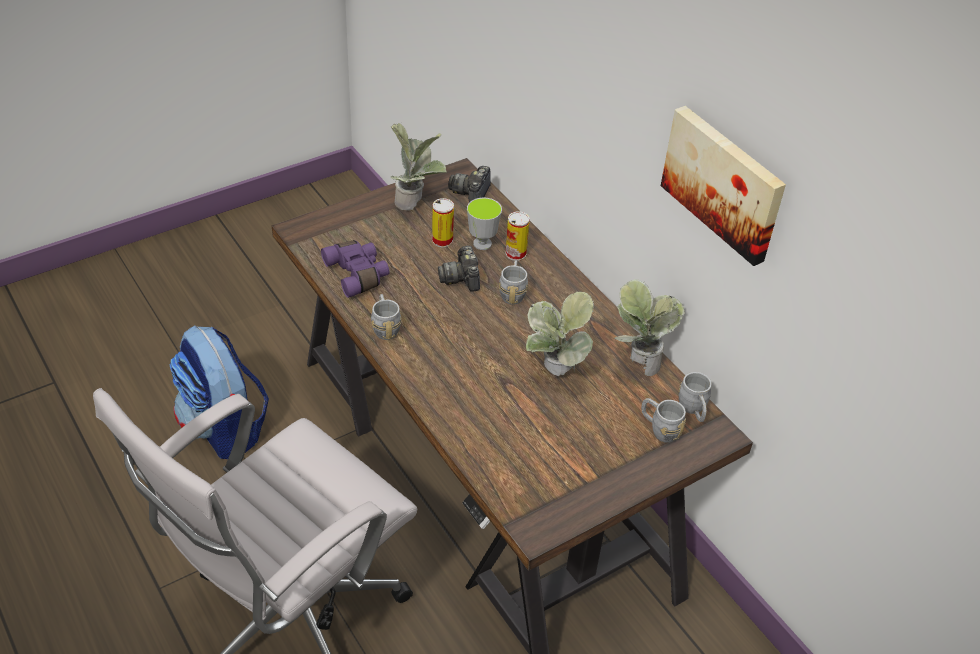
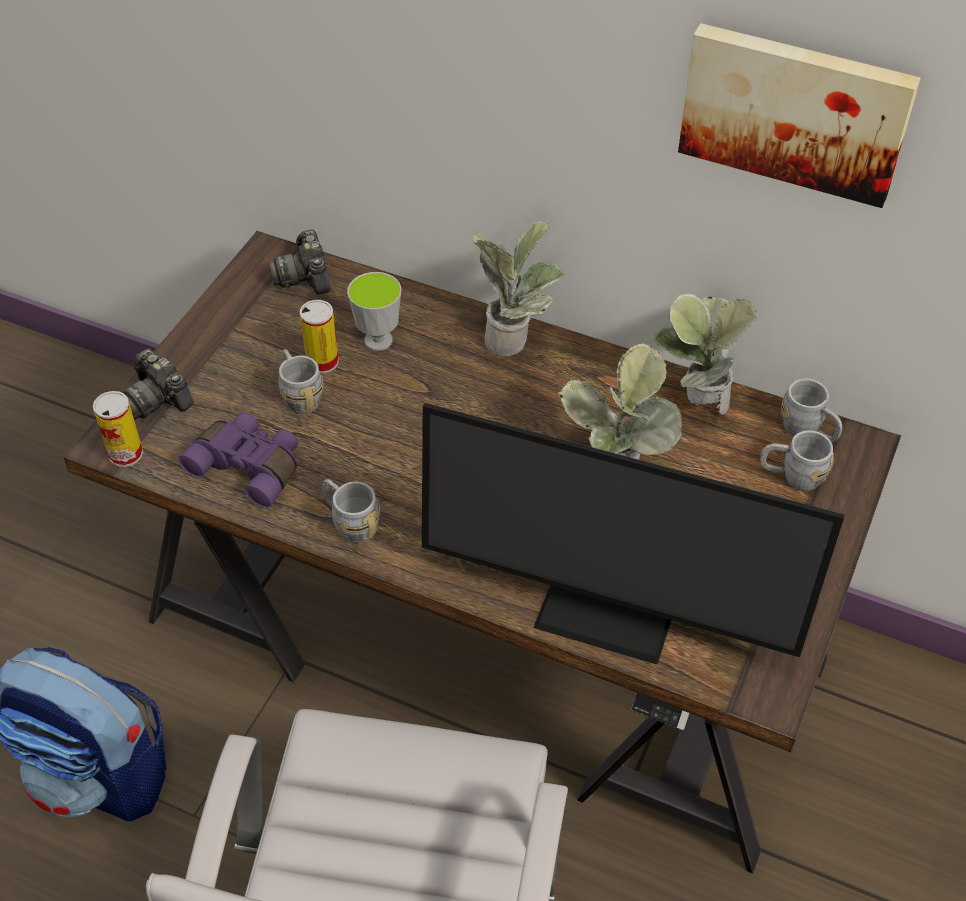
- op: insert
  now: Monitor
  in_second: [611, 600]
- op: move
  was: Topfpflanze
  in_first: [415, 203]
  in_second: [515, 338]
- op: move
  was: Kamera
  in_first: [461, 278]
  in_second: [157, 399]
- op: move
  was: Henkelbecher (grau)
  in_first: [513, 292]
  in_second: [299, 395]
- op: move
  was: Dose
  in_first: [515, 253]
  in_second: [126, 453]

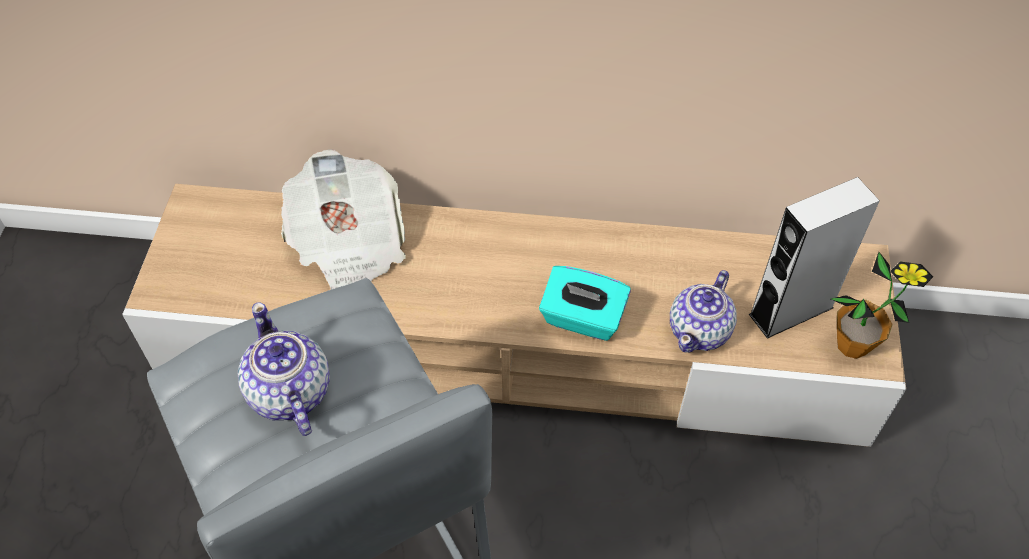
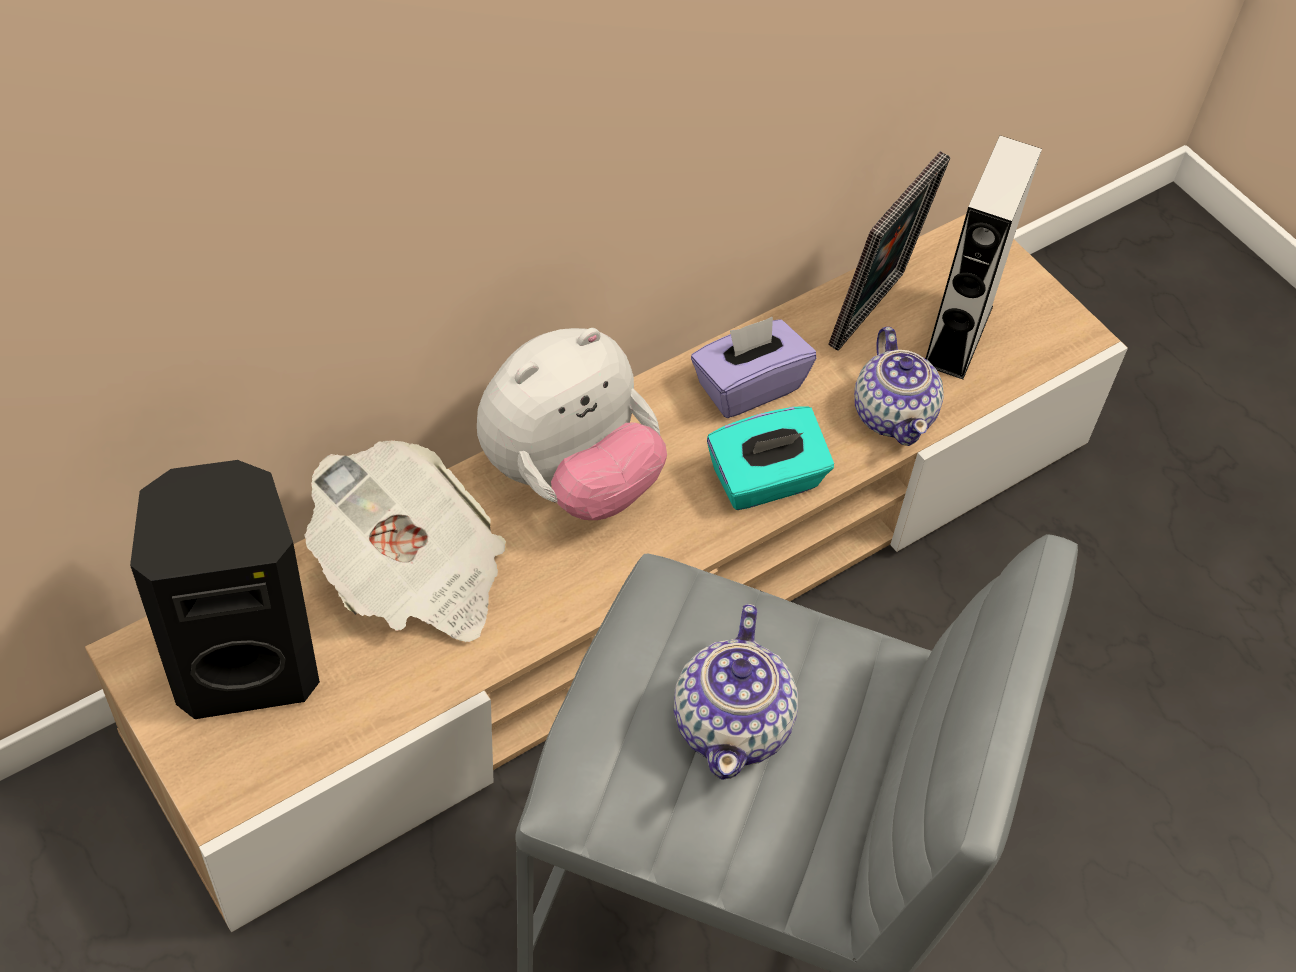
- op: delete
  was: Topfpflanze
  in_first: [852, 345]
- op: insert
  now: Lautsprecher (schwarz)
  in_second: [246, 662]
- op: insert
  now: Plüschtier
  in_second: [569, 477]
- op: insert
  now: Taschentuchbox (lila)
  in_second: [748, 386]
- op: insert
  now: Bilderrahmen
  in_second: [873, 313]
- op: rotate
  was: Teekanne
  in_first: [289, 393]
  in_second: [733, 724]
  clockwise: -105

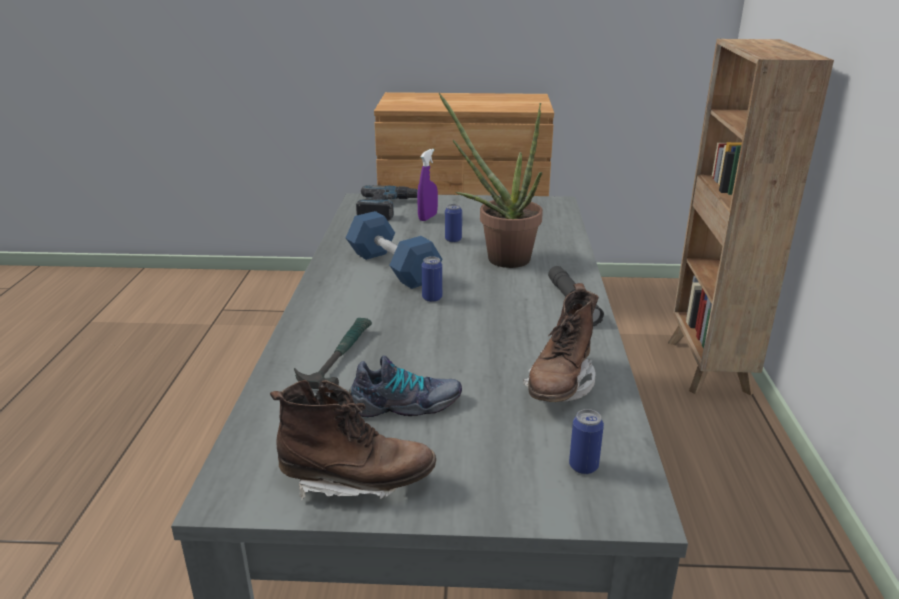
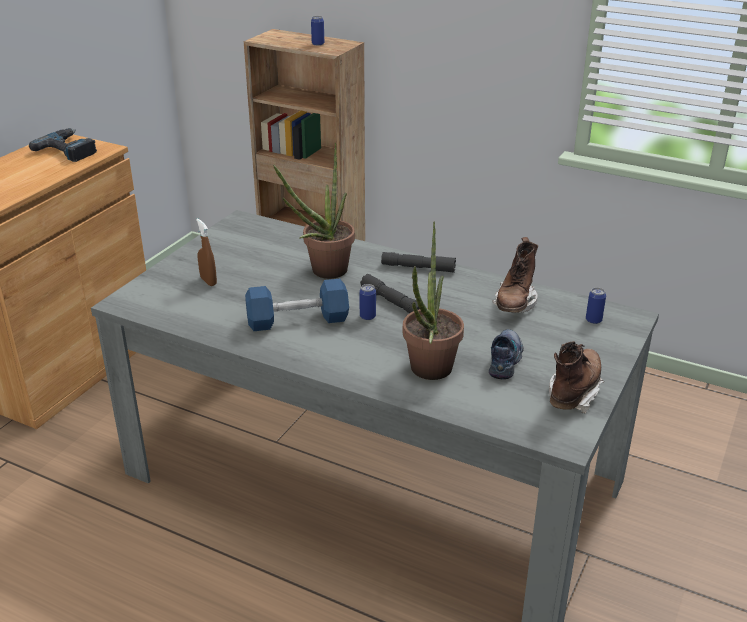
- op: insert
  now: Taschenlampe (grau)
  in_second: [392, 302]
- op: move
  was: Bohrmaschine
  in_first: [387, 208]
  in_second: [70, 150]
- op: move
  was: Dose
  in_first: [453, 239]
  in_second: [318, 44]
- op: replace
  was: Hammer
  now: Topfpflanze
  in_first: [338, 357]
  in_second: [428, 373]
- op: recolor
  was: Sprühflasche (lila)
  now: Sprühflasche (braun)
  in_first: [427, 217]
  in_second: [208, 281]
- op: rotate
  was: Stiefel (braun)
  in_first: [560, 385]
  in_second: [515, 303]
  clockwise: 60

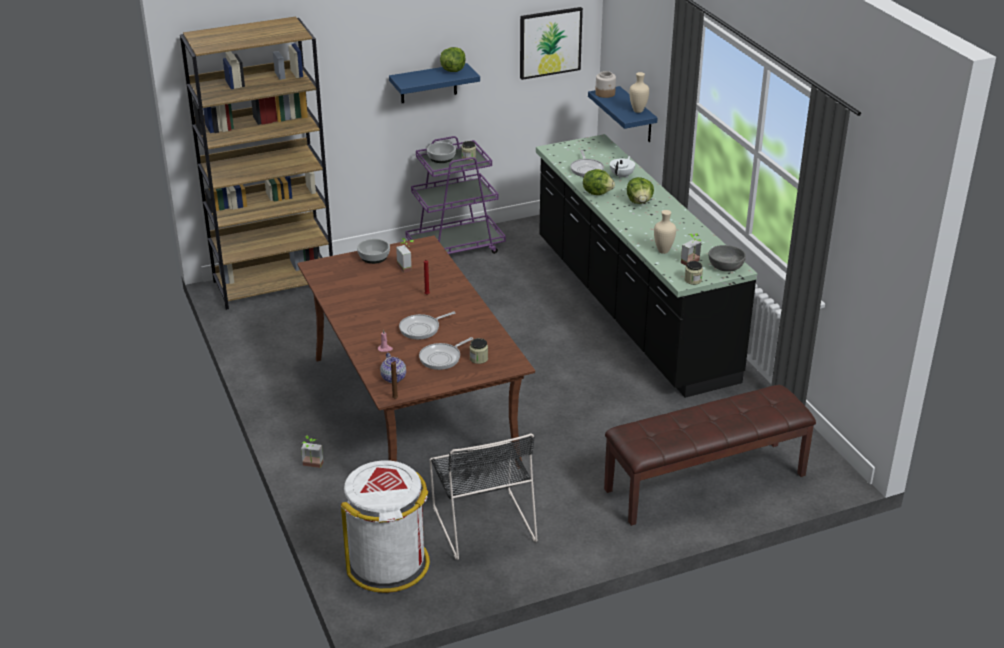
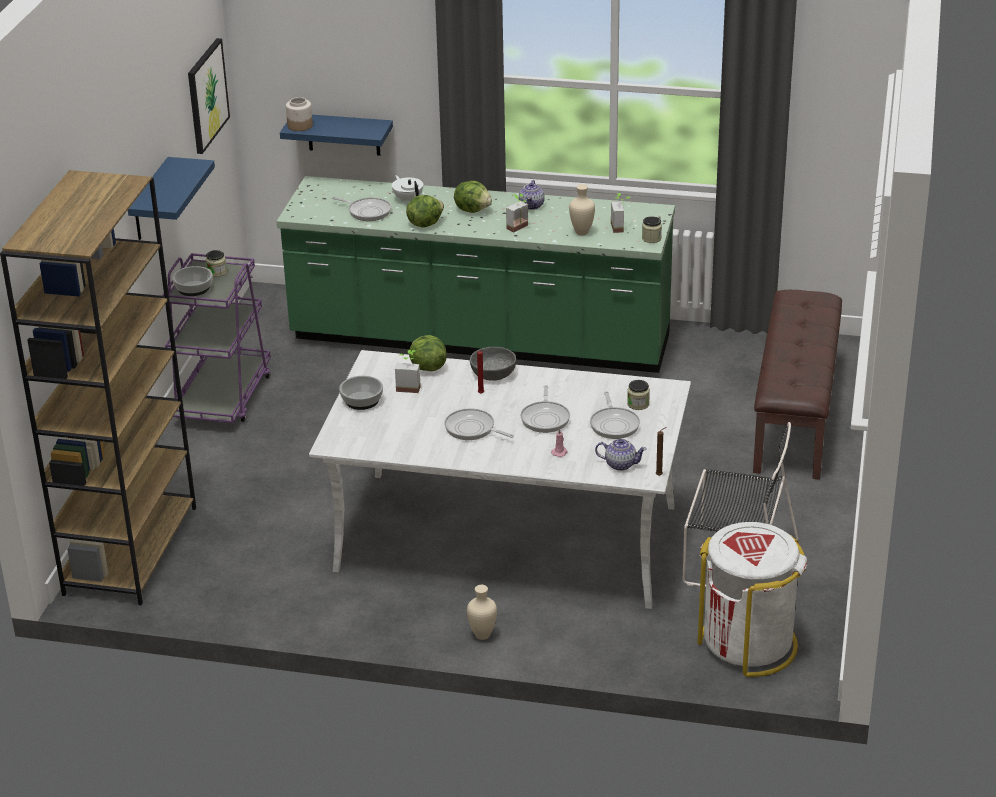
- op: insert
  now: Pfanne
  in_second: [472, 429]
- op: insert
  now: Teekanne
  in_second: [532, 205]
- op: move
  was: Topfpflanze
  in_first: [312, 466]
  in_second: [520, 228]
- op: move
  was: Salatkopf
  in_first: [453, 70]
  in_second: [427, 367]
- op: move
  was: Vase (beige)
  in_first: [637, 111]
  in_second: [482, 636]
- op: move
  was: Schüssel (grau)
  in_first: [725, 266]
  in_second: [493, 373]
- op: recolor
  was: Esstisch (braun)
  now: Esstisch (weiß)
  in_first: [414, 410]
  in_second: [508, 538]
- op: recolor
  was: Küchenzeile (schwarz)
  now: Küchenzeile (grün)
  in_first: [631, 309]
  in_second: [480, 341]

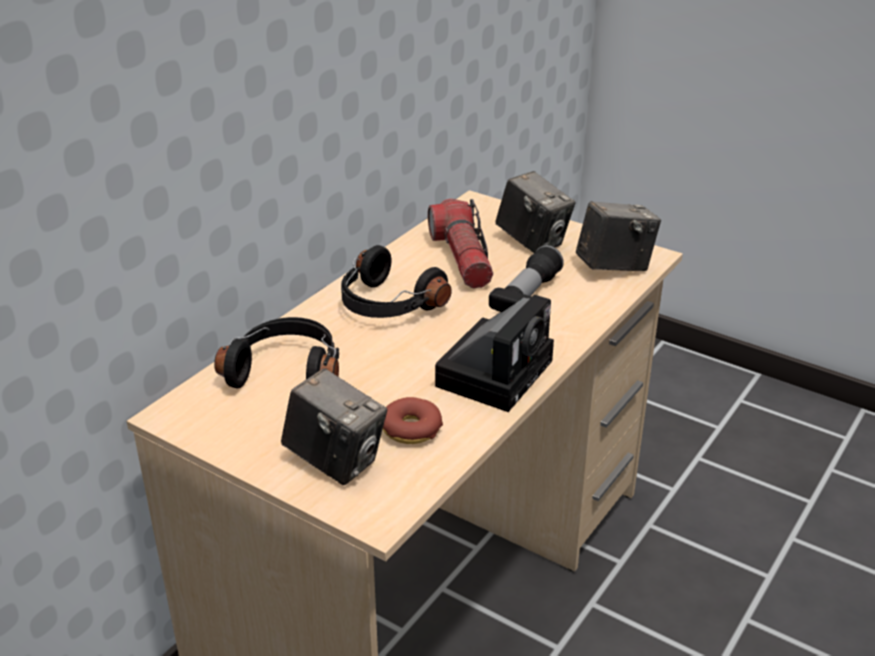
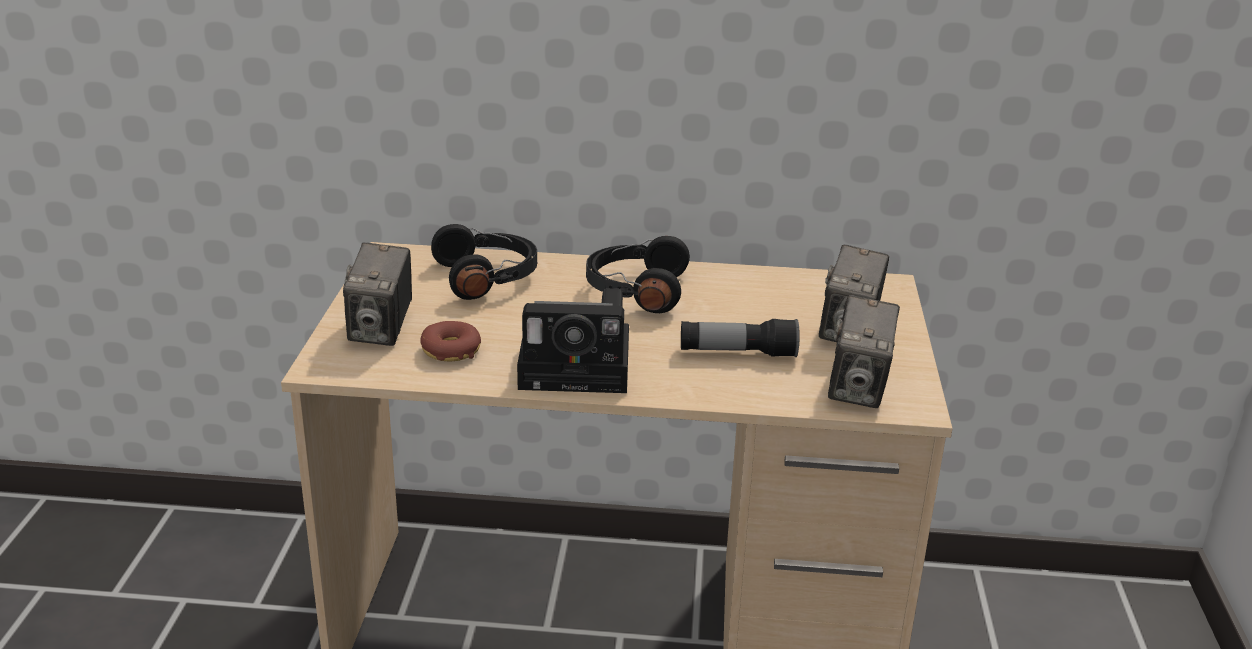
- op: delete
  was: Taschenlampe
  in_first: [462, 258]
- op: rotate
  was: Kamera
  in_first: [614, 266]
  in_second: [858, 389]
  clockwise: 60

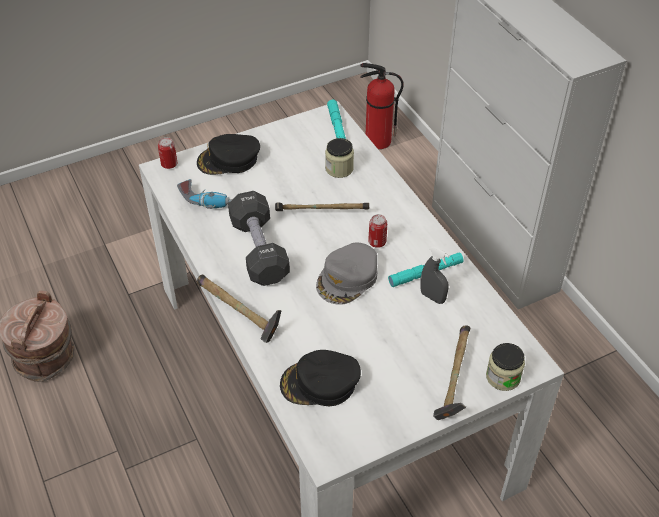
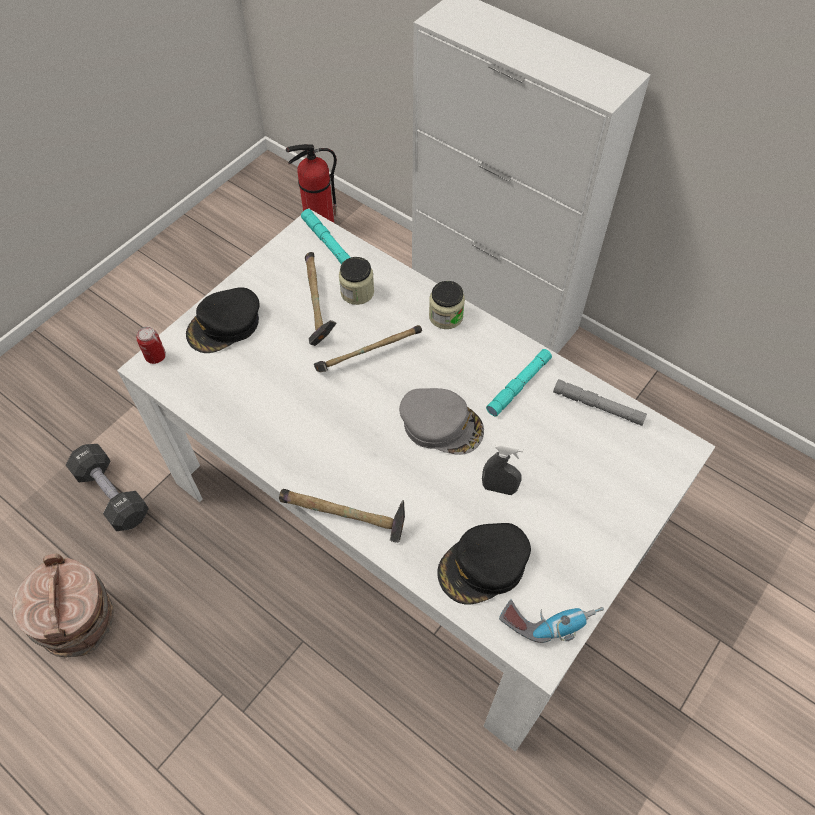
- op: delete
  was: Dose
  in_first: [377, 242]
- op: insert
  now: Taschenlampe (grau)
  in_second: [598, 406]
- op: move
  was: Bohrmaschine
  in_first: [209, 200]
  in_second: [550, 619]
- op: move
  was: Hantel (schwarz)
  in_first: [259, 250]
  in_second: [112, 494]
- op: move
  was: Sprühflasche (grau)
  in_first: [432, 297]
  in_second: [499, 488]
- op: move
  was: Hammer
  in_first: [454, 380]
  in_second: [316, 306]
- op: move
  was: Vorratsglas
  in_first: [503, 377]
  in_second: [446, 316]
- op: rotate
  was: Kappe (grau)
  in_first: [348, 278]
  in_second: [441, 424]
  clockwise: -75

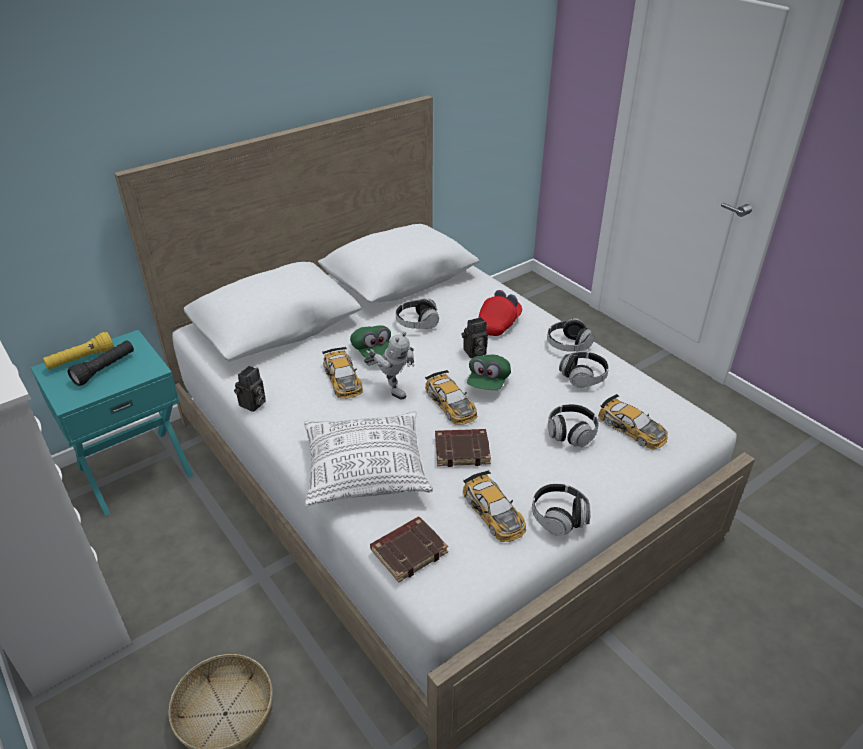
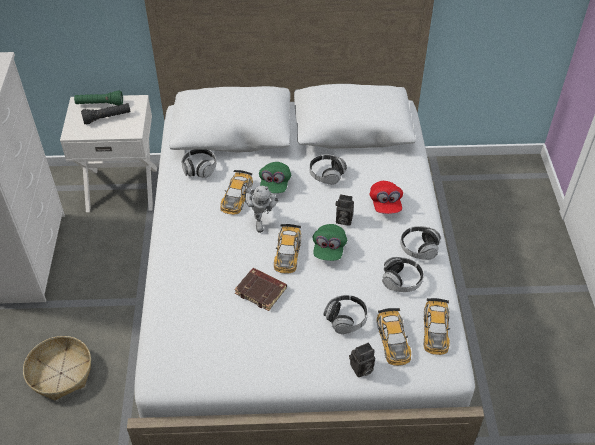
- op: delete
  was: Kissen
  in_first: [366, 471]
- op: delete
  was: Buch (braun)
  in_first: [409, 551]
- op: move
  was: Kamera
  in_first: [253, 404]
  in_second: [361, 369]
- op: move
  was: Spielzeugauto
  in_first: [494, 513]
  in_second: [435, 330]
- op: move
  was: Kopfhörer
  in_first: [559, 517]
  in_second: [199, 169]
- op: recolor
  was: Nachttisch (türkis)
  now: Nachttisch (weiß)
  in_first: [134, 469]
  in_second: [122, 188]
- op: recolor
  was: Taschenlampe (gelb)
  now: Taschenlampe (grün)
  in_first: [81, 360]
  in_second: [99, 104]
- op: rotate
  was: Kappe (grün)
  in_first: [488, 382]
  in_second: [329, 249]
  clockwise: -45
- op: rotate
  was: Kappe (rot)
  in_first: [499, 324]
  in_second: [385, 204]
  clockwise: 105

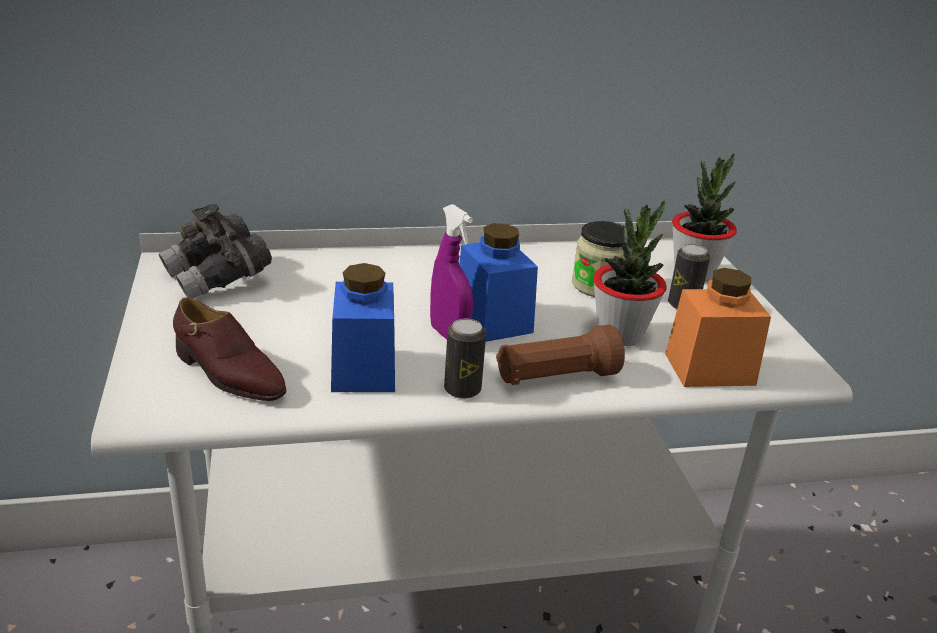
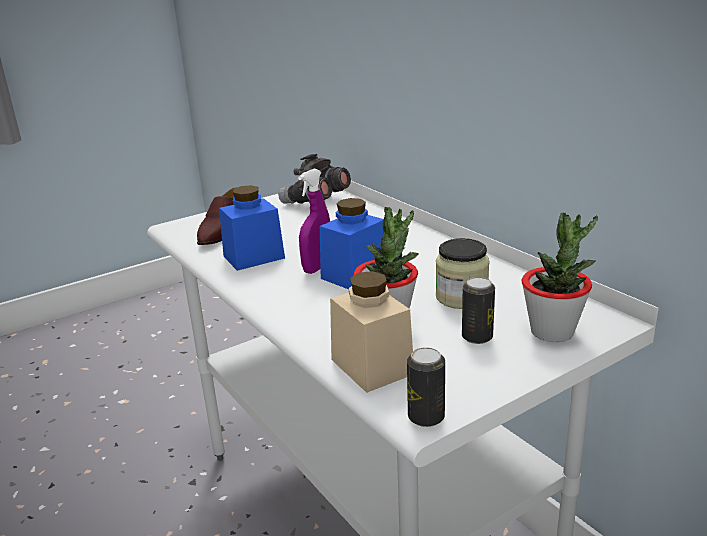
- op: delete
  was: Taschenlampe (braun)
  in_first: [555, 377]
- op: move
  was: Dose
  in_first: [462, 389]
  in_second: [426, 417]
- op: recolor
  was: Vorratsglas (orange)
  now: Vorratsglas (beige)
  in_first: [709, 369]
  in_second: [372, 366]

